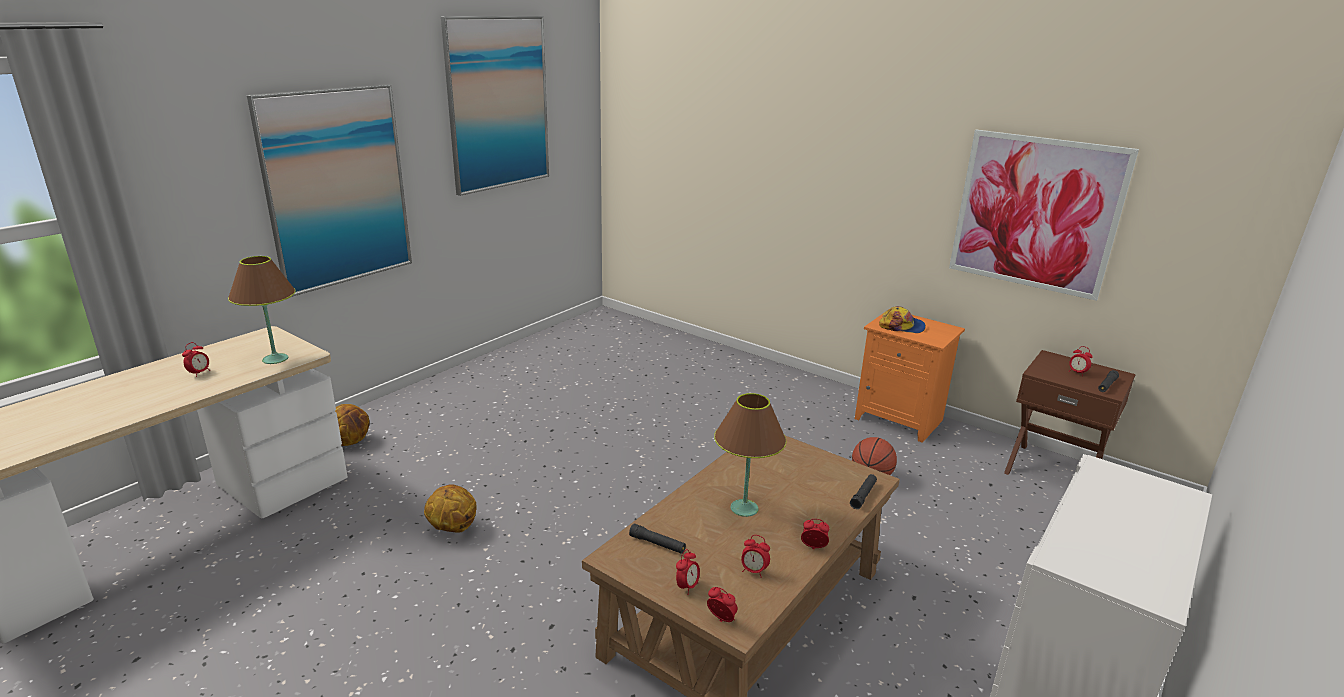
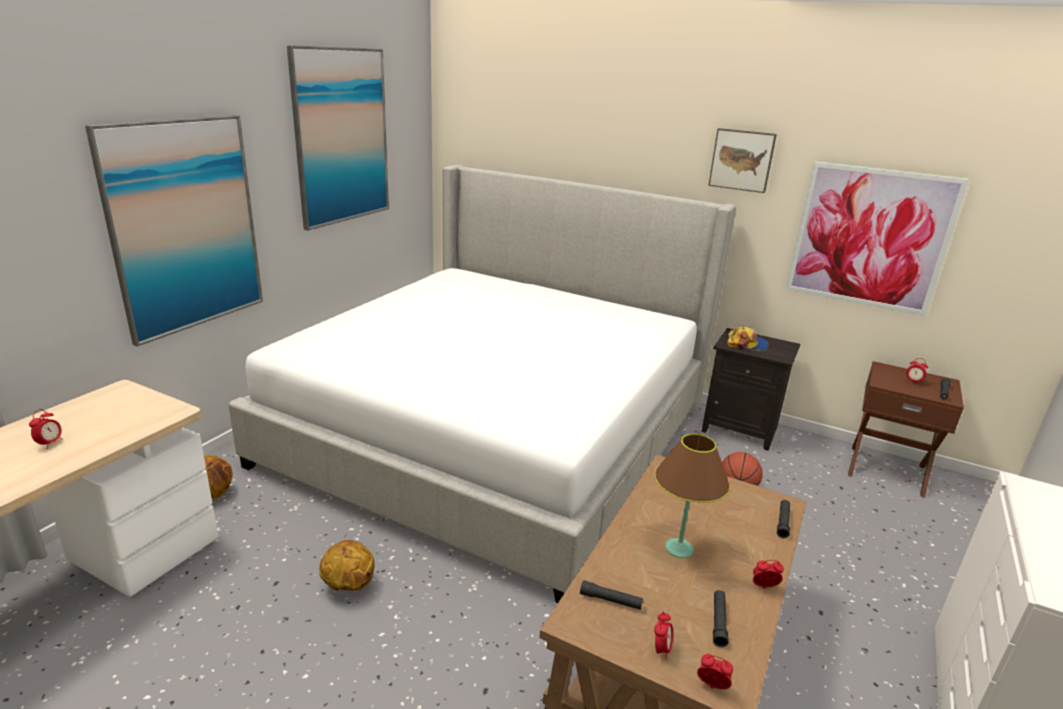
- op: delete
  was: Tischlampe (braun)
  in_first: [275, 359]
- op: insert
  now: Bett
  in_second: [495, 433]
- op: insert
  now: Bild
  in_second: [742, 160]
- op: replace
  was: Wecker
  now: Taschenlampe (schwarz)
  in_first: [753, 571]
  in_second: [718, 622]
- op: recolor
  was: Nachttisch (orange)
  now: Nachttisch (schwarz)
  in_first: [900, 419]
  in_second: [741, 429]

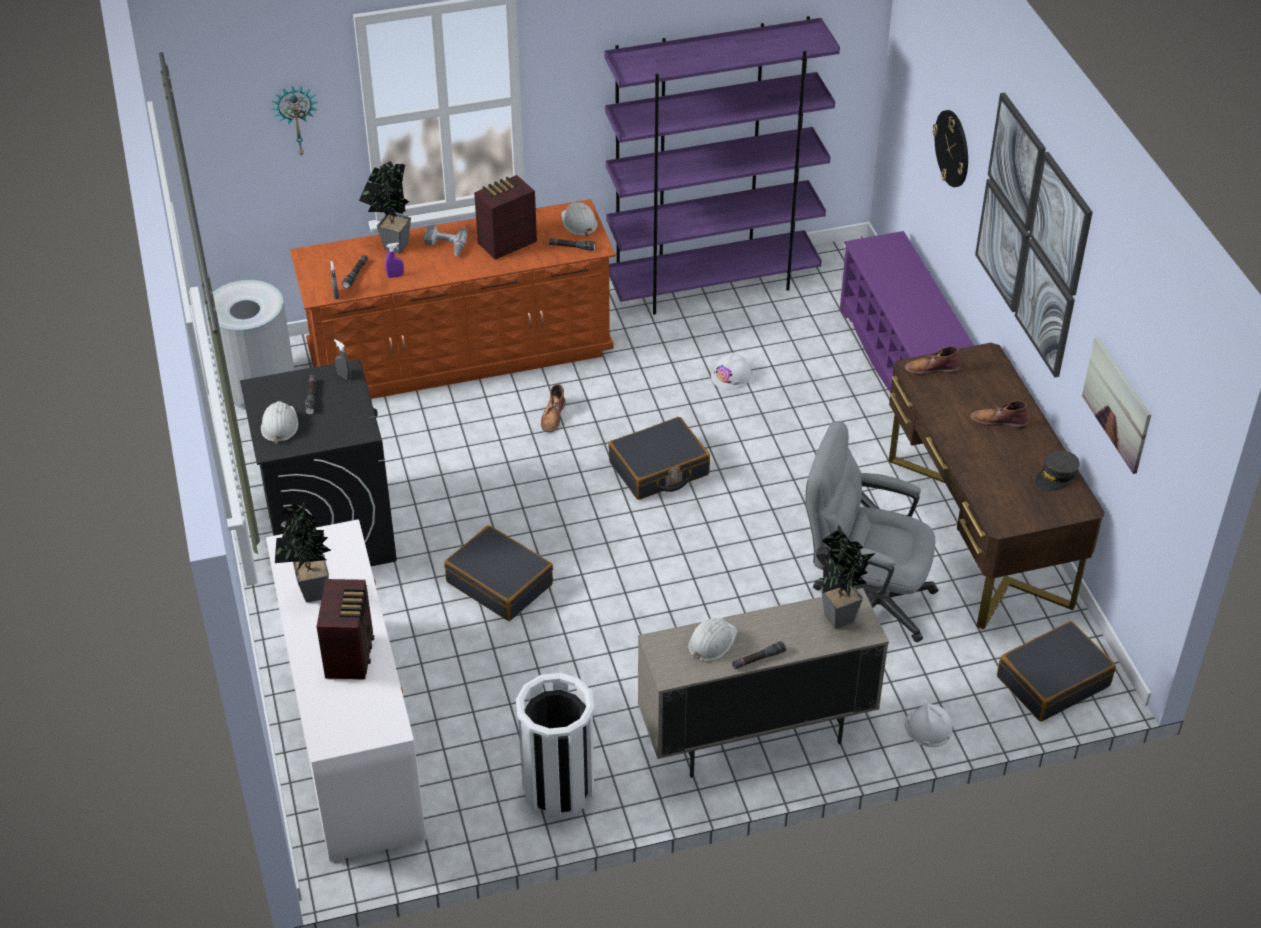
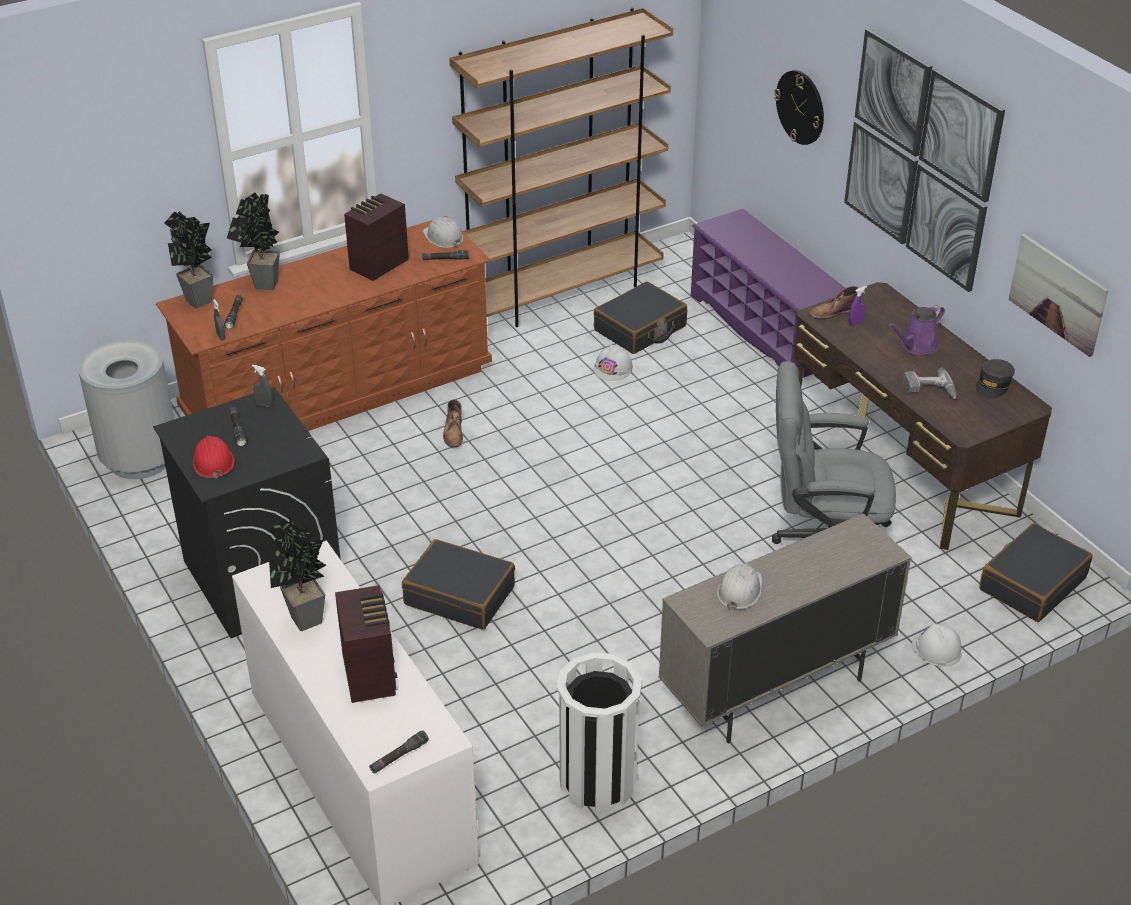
- op: delete
  was: Wanduhr
  in_first: [296, 119]
- op: move
  was: Sprühflasche (lila)
  in_first: [395, 276]
  in_second: [856, 323]
- op: move
  was: Bohrmaschine
  in_first: [445, 246]
  in_second: [930, 390]
- op: move
  was: Koffer (schwarz)
  in_first: [659, 469]
  in_second: [640, 329]
- op: move
  was: Taschenlampe (schwarz)
  in_first: [758, 659]
  in_second: [399, 756]
- op: move
  was: Topfpflanze
  in_first: [839, 622]
  in_second: [199, 303]
- op: replace
  was: Stiefel (braun)
  now: Gießkanne (lila)
  in_first: [998, 421]
  in_second: [916, 346]
- op: recolor
  was: Schutzhelm (weiß)
  now: Schutzhelm (rot)
  in_first: [279, 425]
  in_second: [213, 461]
- op: recolor
  was: Bücherregal (lila)
  now: Bücherregal (braun)
  in_first: [713, 284]
  in_second: [563, 292]

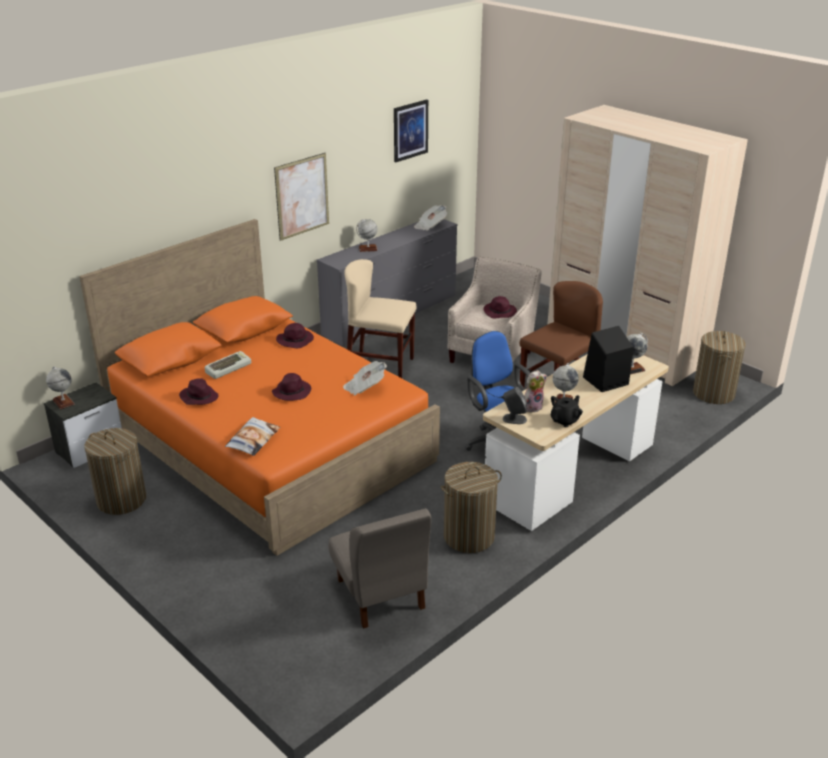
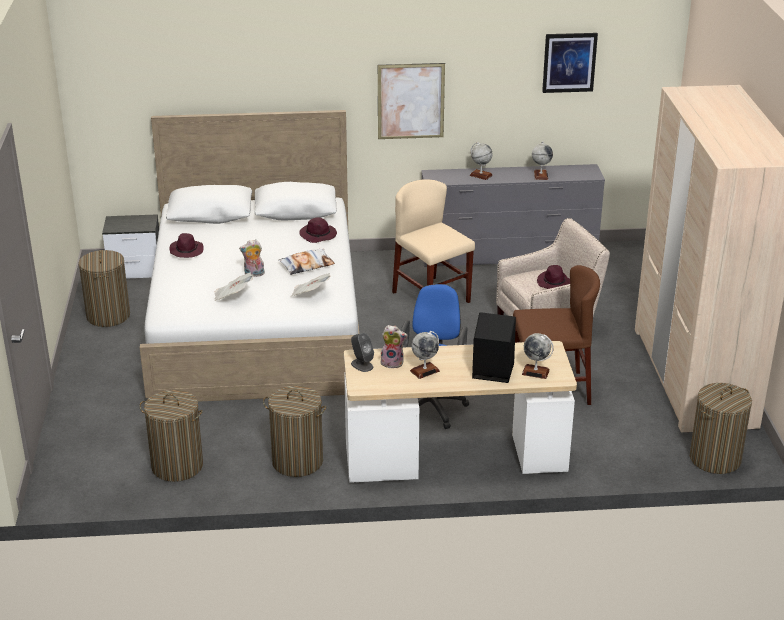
- op: delete
  was: Tastatur
  in_first: [228, 368]
- op: delete
  was: Teekanne (schwarz)
  in_first: [565, 420]
- op: move
  was: Globus
  in_first: [63, 402]
  in_second: [540, 175]
- op: move
  was: Kissen
  in_first: [253, 440]
  in_second: [307, 265]
- op: move
  was: Zeitung
  in_first: [430, 226]
  in_second: [233, 296]
- op: replace
  was: Hut (lila)
  now: Plüschtier
  in_first: [292, 392]
  in_second: [253, 274]
- op: replace
  was: Stuhl (grau)
  now: Wäschekorb
  in_first: [380, 594]
  in_second: [177, 466]
- op: recolor
  was: Bett (orange)
  now: Bett (weiß)
  in_first: [270, 443]
  in_second: [257, 321]

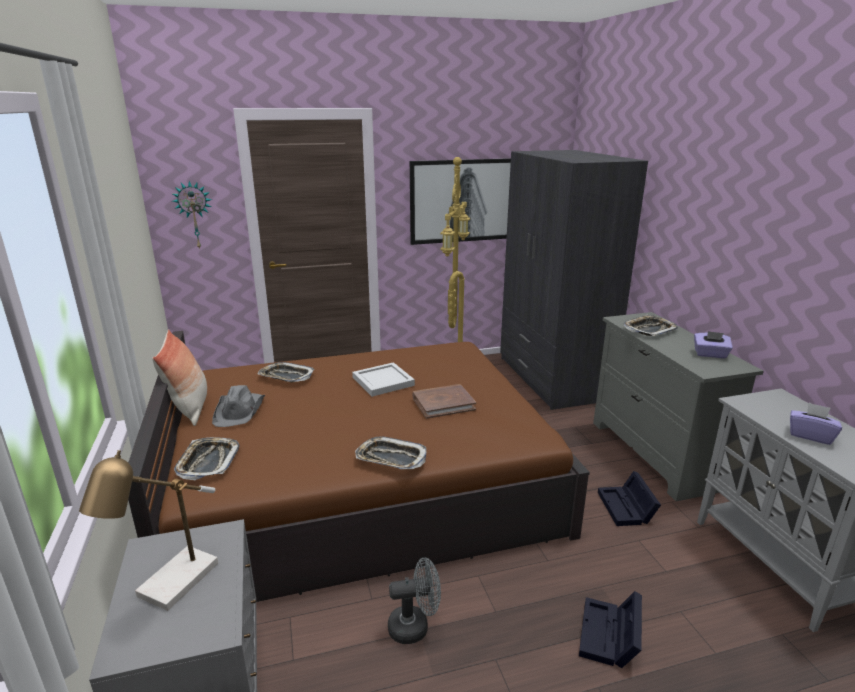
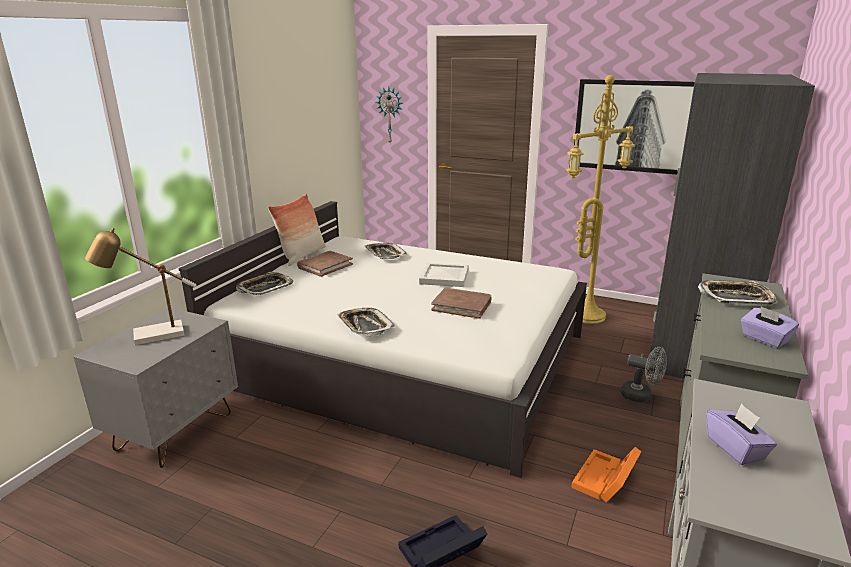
- op: move
  was: Ventilator (grau)
  in_first: [415, 626]
  in_second: [641, 396]
- op: replace
  was: Hut (grau)
  now: Buch (braun)
  in_first: [240, 411]
  in_second: [325, 266]
- op: recolor
  was: Bett (braun)
  now: Bett (weiß)
  in_first: [360, 482]
  in_second: [403, 359]
- op: recolor
  was: Aufbewahrungsbox (schwarz)
  now: Aufbewahrungsbox (orange)
  in_first: [627, 508]
  in_second: [605, 481]

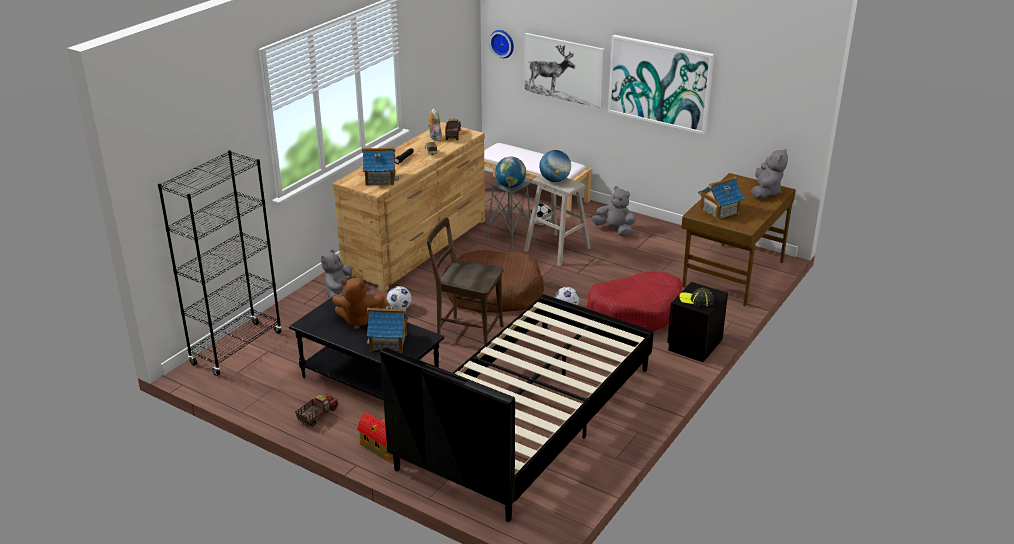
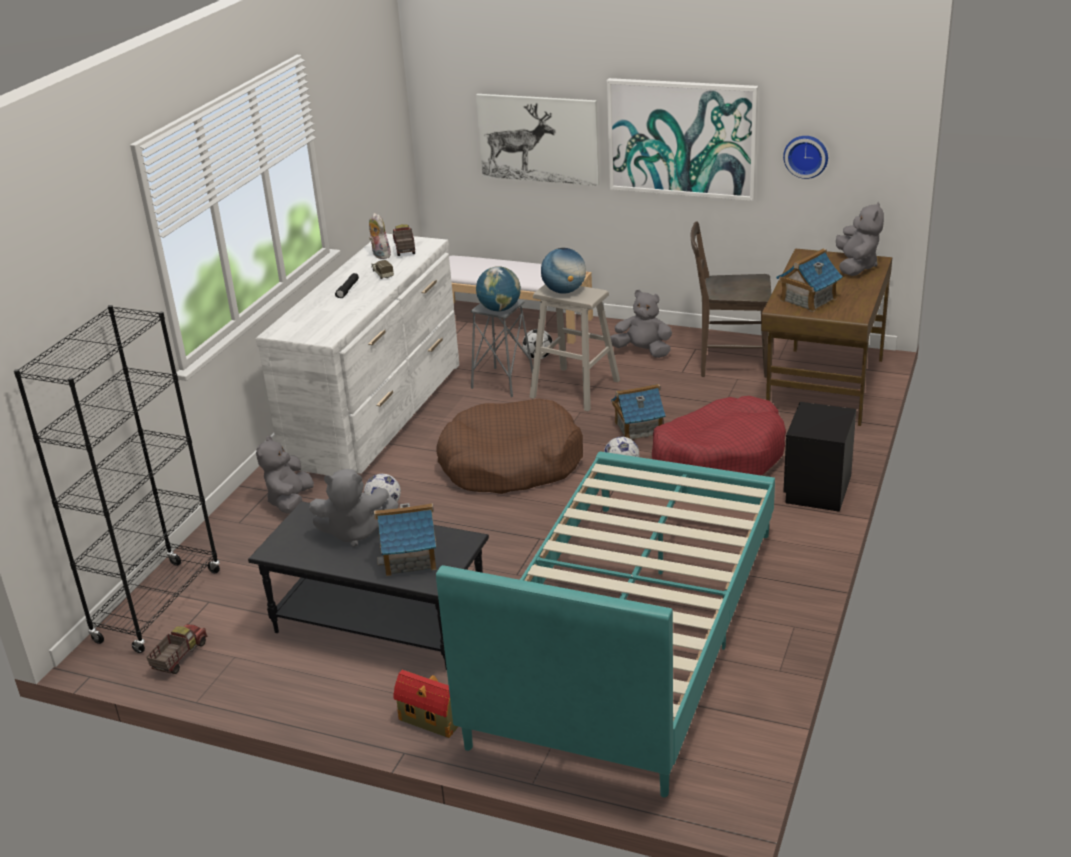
- op: delete
  was: Kappe
  in_first: [696, 300]
- op: move
  was: Spielzeuglaster
  in_first: [317, 415]
  in_second: [179, 657]
- op: move
  was: Spielzeughaus
  in_first: [380, 179]
  in_second: [638, 428]
- op: move
  was: Stuhl (braun)
  in_first: [466, 333]
  in_second: [729, 363]
- op: move
  was: Wanduhr
  in_first: [502, 43]
  in_second: [806, 155]
- op: recolor
  was: Plüschtier (braun)
  now: Plüschtier (grau)
  in_first: [360, 320]
  in_second: [355, 532]
- op: recolor
  was: Kommode (braun)
  now: Kommode (weiß)
  in_first: [417, 247]
  in_second: [378, 415]
- op: recolor
  was: Bett (schwarz)
  now: Bett (türkis)
  in_first: [527, 416]
  in_second: [630, 632]

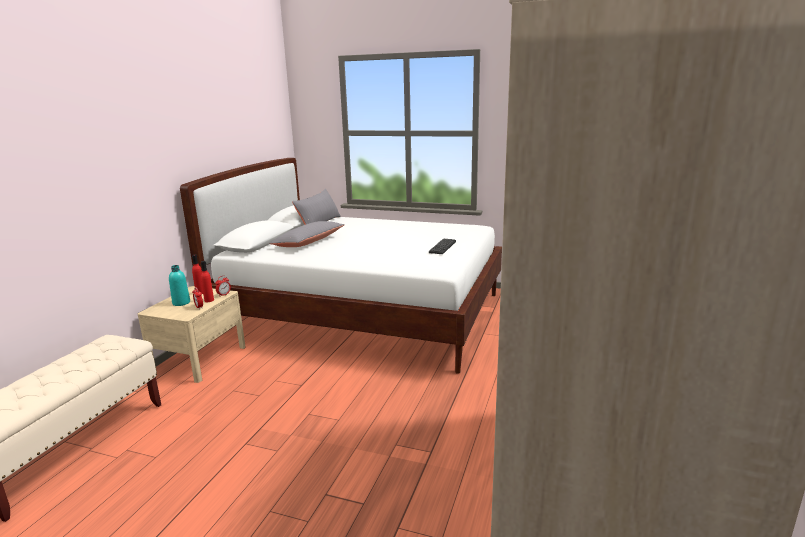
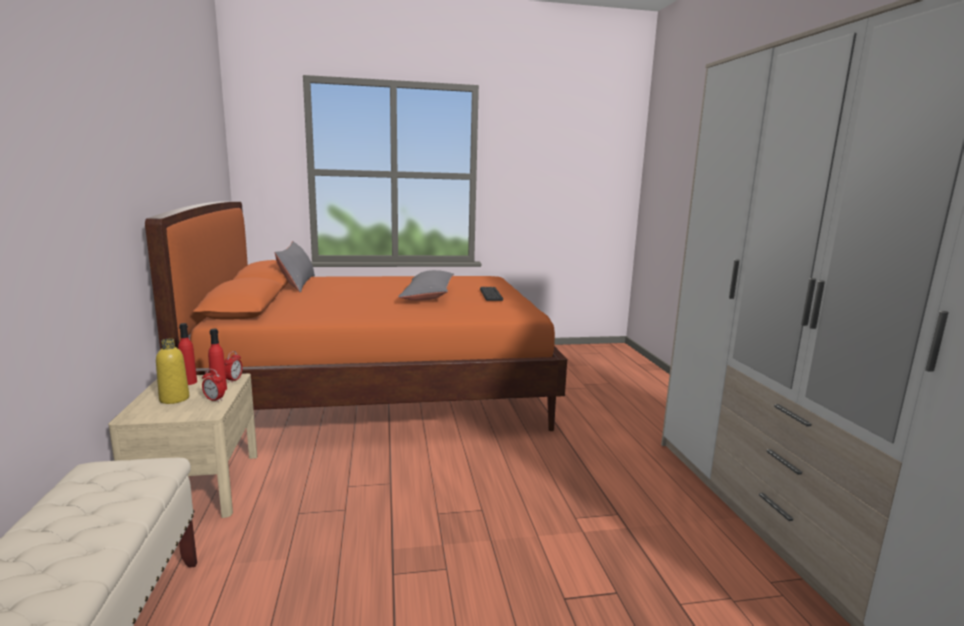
- op: move
  was: Kissen (grau)
  in_first: [309, 242]
  in_second: [428, 295]
- op: recolor
  was: Flasche (türkis)
  now: Flasche (gelb)
  in_first: [181, 303]
  in_second: [174, 399]
- op: recolor
  was: Bett (weiß)
  now: Bett (orange)
  in_first: [363, 313]
  in_second: [379, 390]

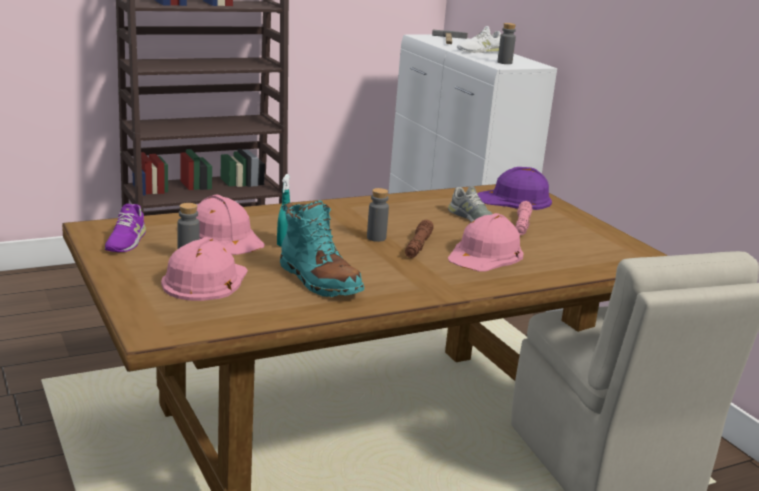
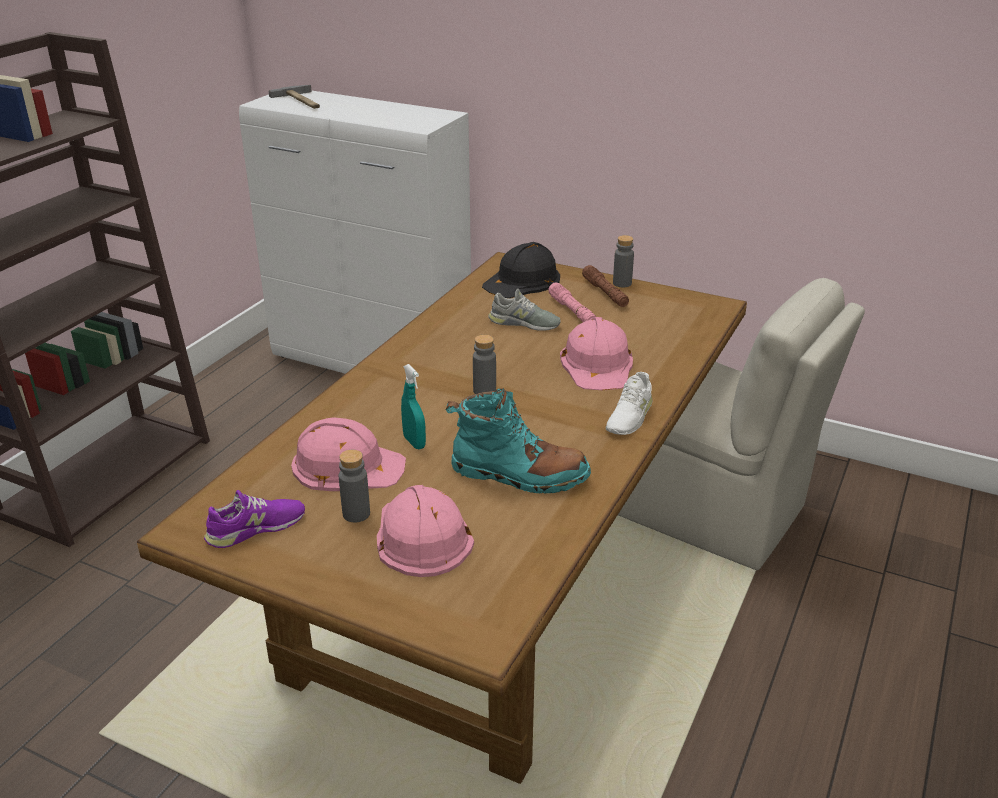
- op: move
  was: Taschenlampe (braun)
  in_first: [418, 246]
  in_second: [605, 293]
- op: move
  was: Schuh (weiß)
  in_first: [479, 51]
  in_second: [629, 416]
- op: move
  was: Flasche (grau)
  in_first: [504, 62]
  in_second: [622, 283]
- op: recolor
  was: Schutzhelm (lila)
  now: Schutzhelm (schwarz)
  in_first: [515, 199]
  in_second: [523, 281]
- op: rotate
  was: Schuh (lila)
  in_first: [125, 241]
  in_second: [256, 528]
  clockwise: -90

